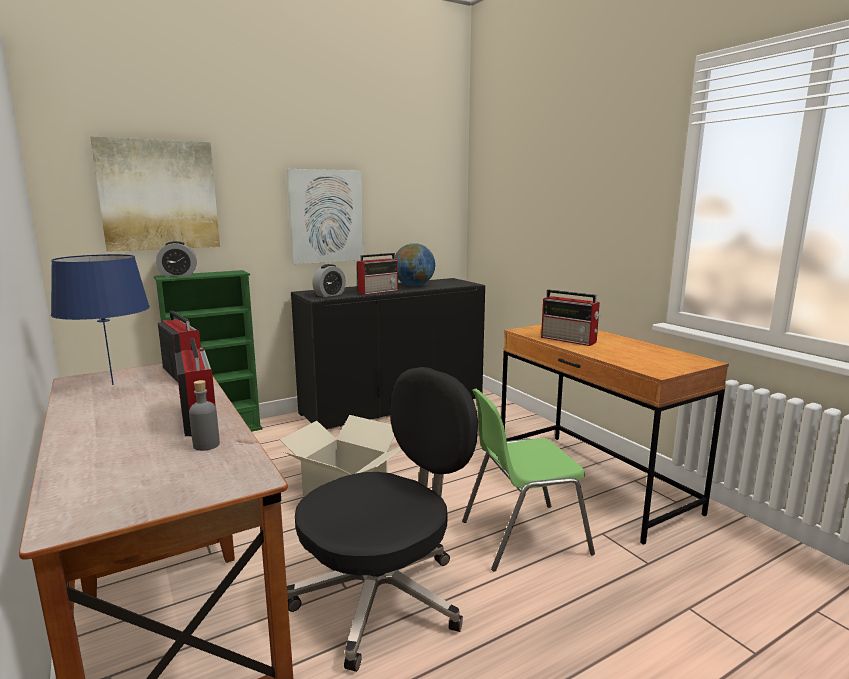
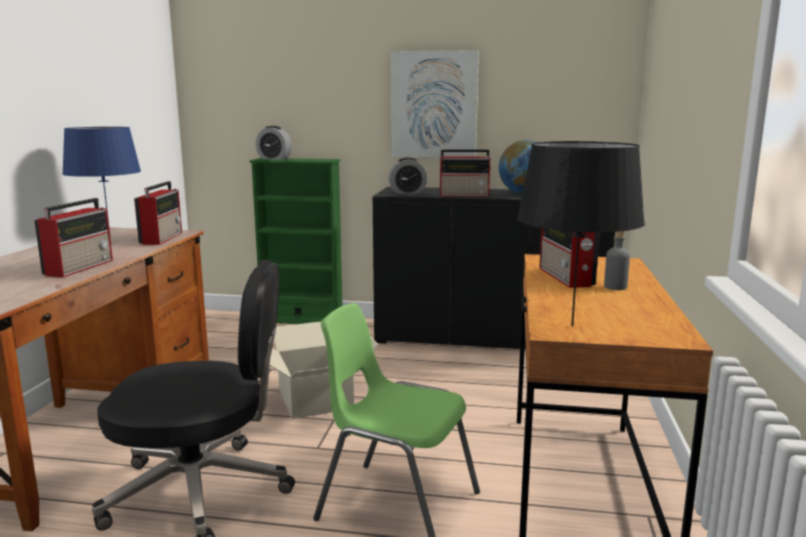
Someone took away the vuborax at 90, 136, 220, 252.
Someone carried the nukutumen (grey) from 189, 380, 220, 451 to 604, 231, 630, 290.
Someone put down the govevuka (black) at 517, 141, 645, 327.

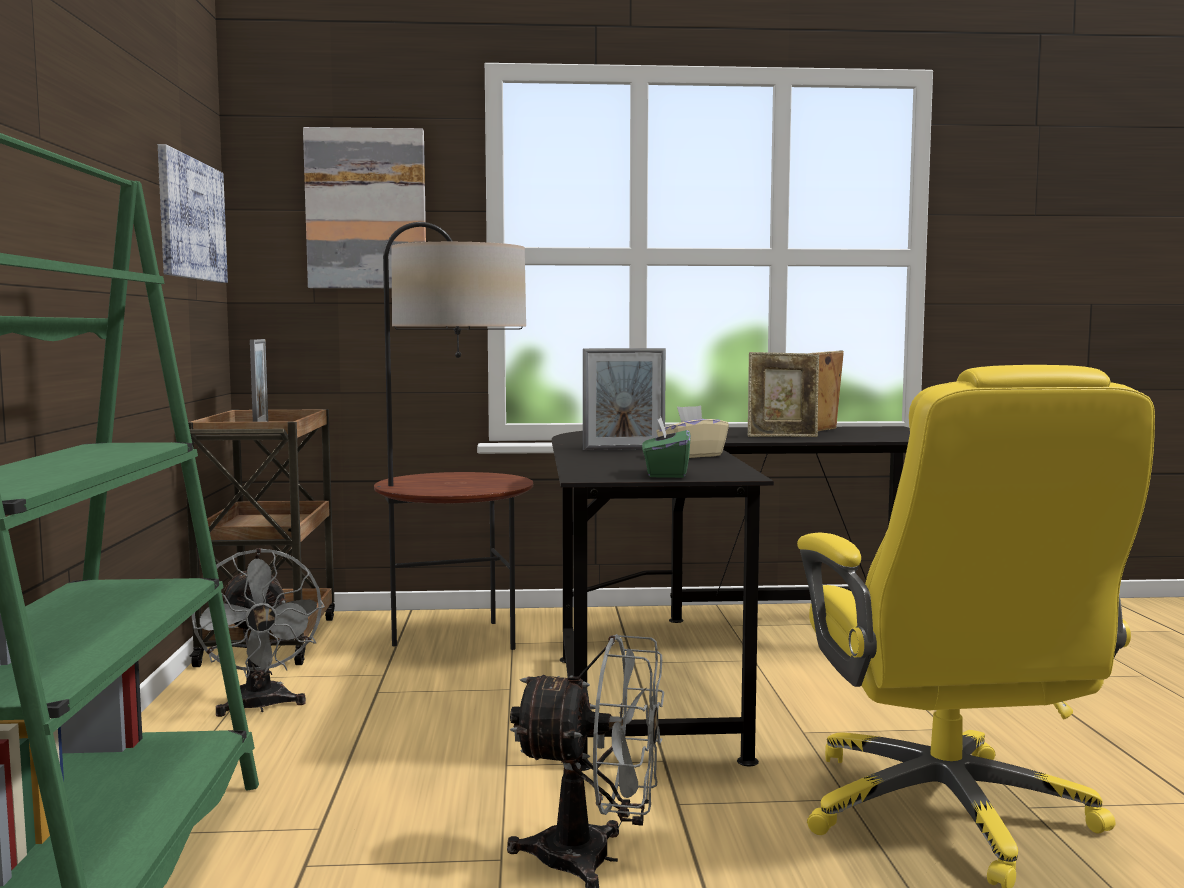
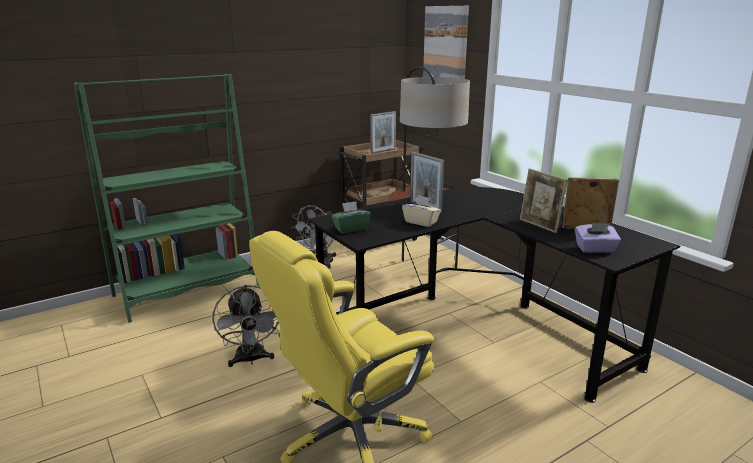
Someone took away the vuborax at 158, 144, 228, 283.
Someone put down the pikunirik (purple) at 575, 223, 621, 253.

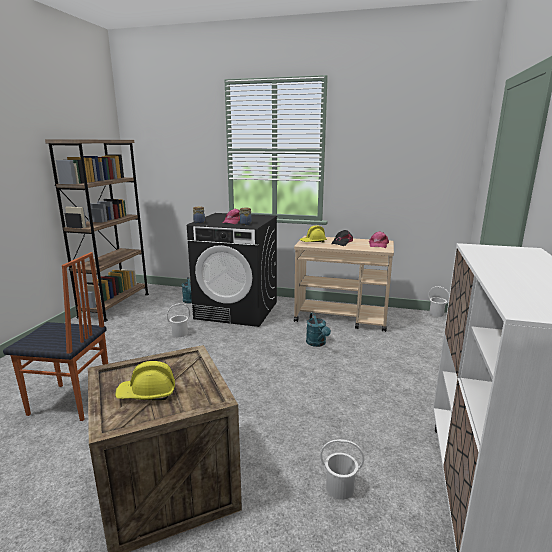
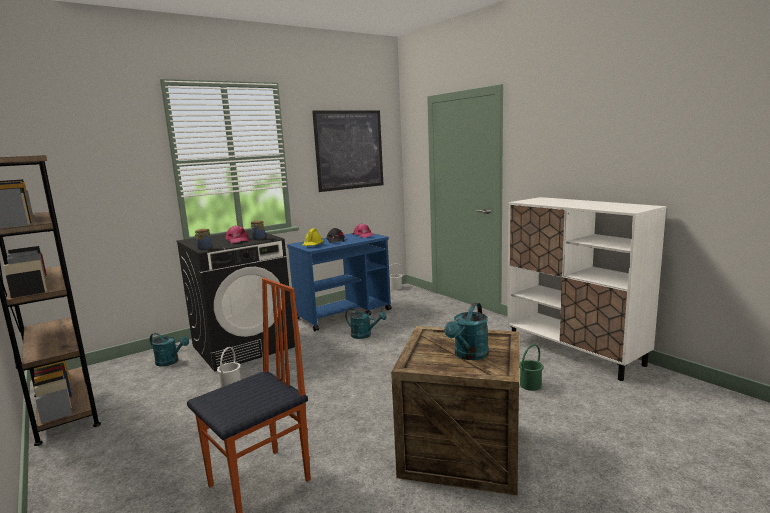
Someone swapped the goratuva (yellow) at 115, 361, 175, 401 for the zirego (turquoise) at 444, 303, 489, 360.
Someone repainted the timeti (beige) at 294, 236, 394, 332, which became the timeti (blue) at 287, 233, 392, 331.
Someone repainted the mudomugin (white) at 320, 439, 364, 500, which became the mudomugin (green) at 519, 344, 544, 391.
Someone put up the vuborax at 312, 110, 383, 192.

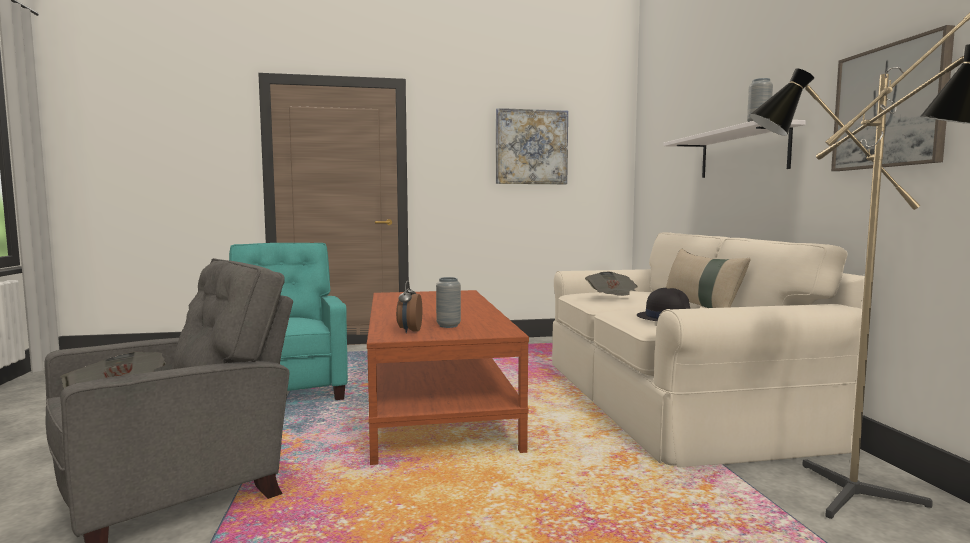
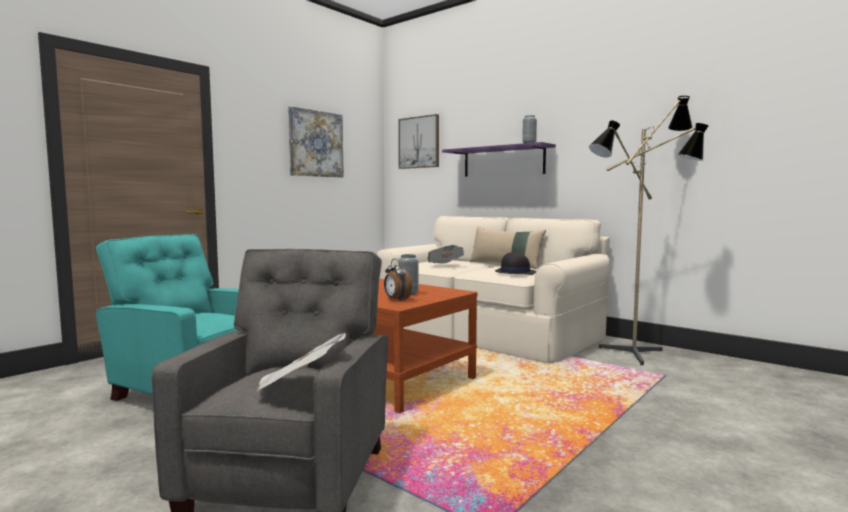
Someone repainted the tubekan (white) at 663, 120, 806, 178, which became the tubekan (purple) at 442, 142, 556, 177.
Someone carried the vuborax from 831, 25, 955, 171 to 398, 114, 439, 169.

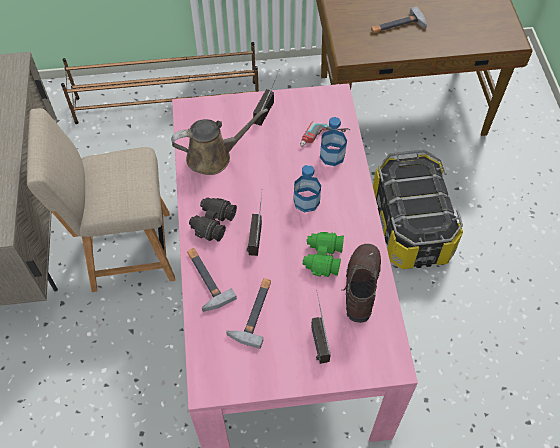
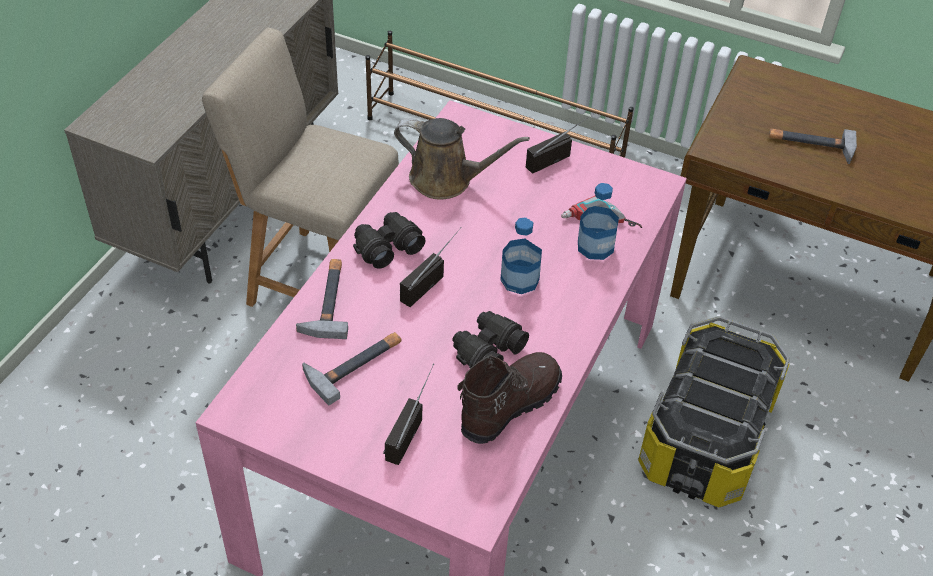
Someone repainted the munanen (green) at 302, 232, 344, 277, which became the munanen (black) at 452, 311, 529, 368.

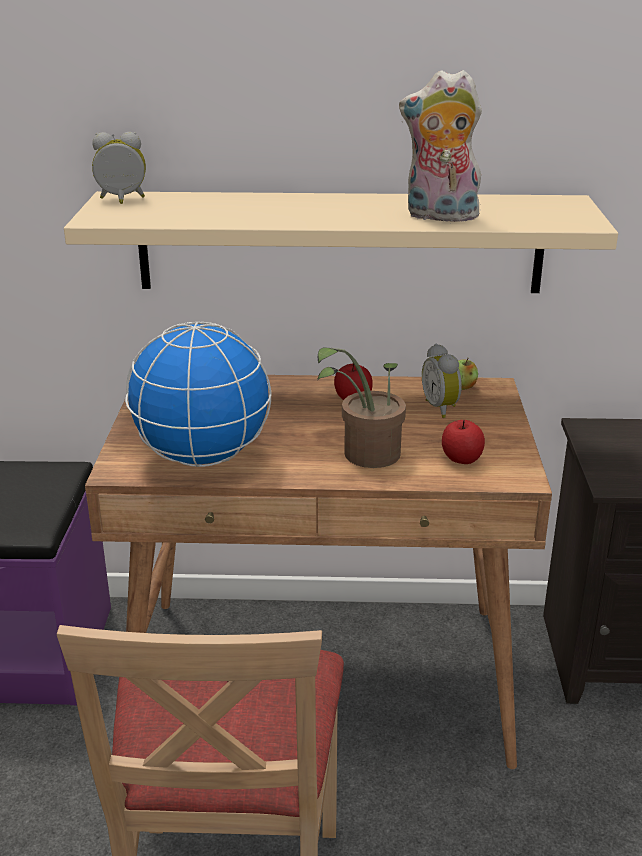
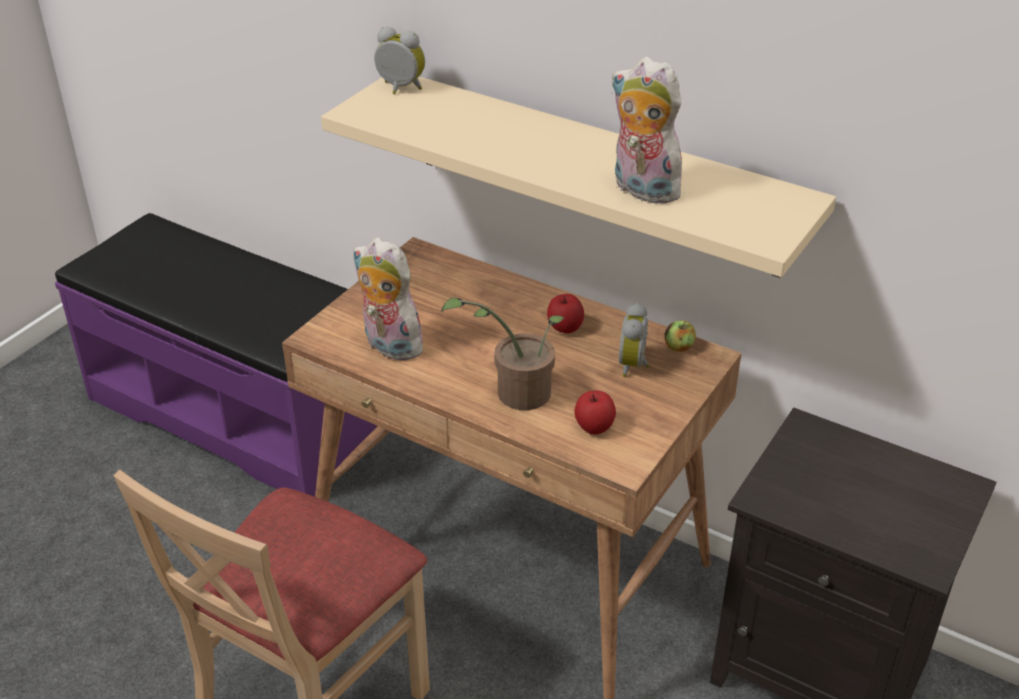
Someone swapped the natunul at 125, 322, 272, 467 for the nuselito at 353, 238, 426, 361.

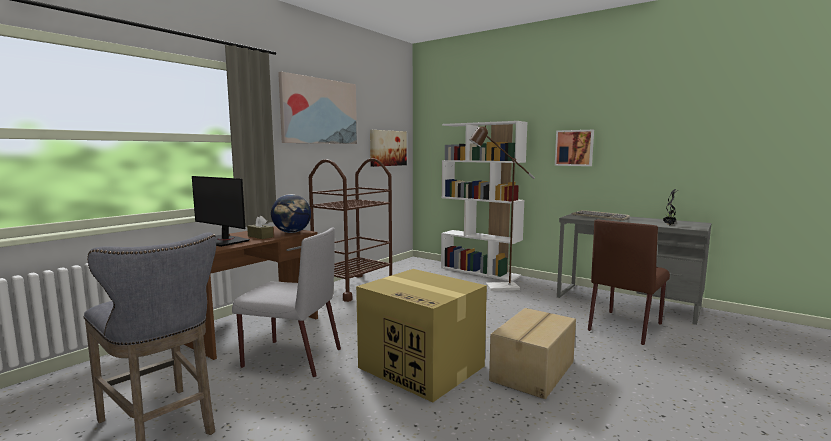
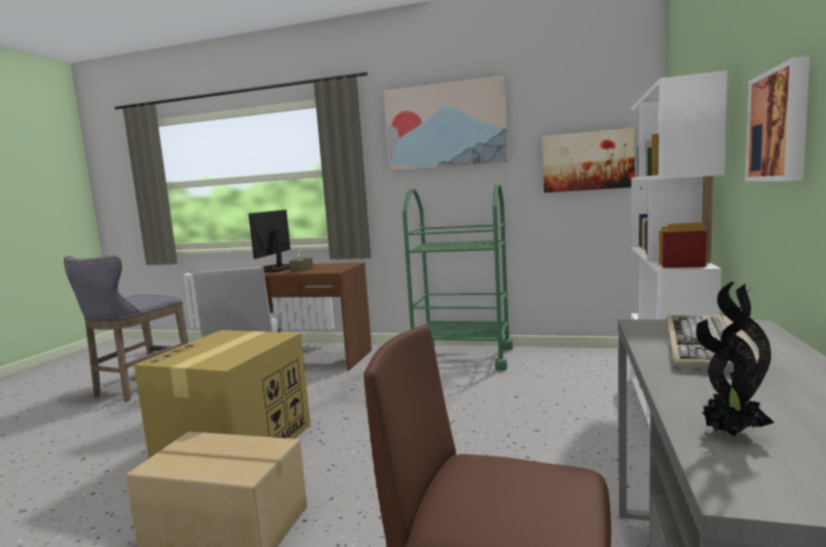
Someone took away the natunul at 271, 194, 311, 233.
Someone repainted the timeti (brown) at 309, 158, 392, 302, which became the timeti (green) at 403, 182, 513, 371.
Someone took away the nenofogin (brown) at 470, 125, 535, 291.

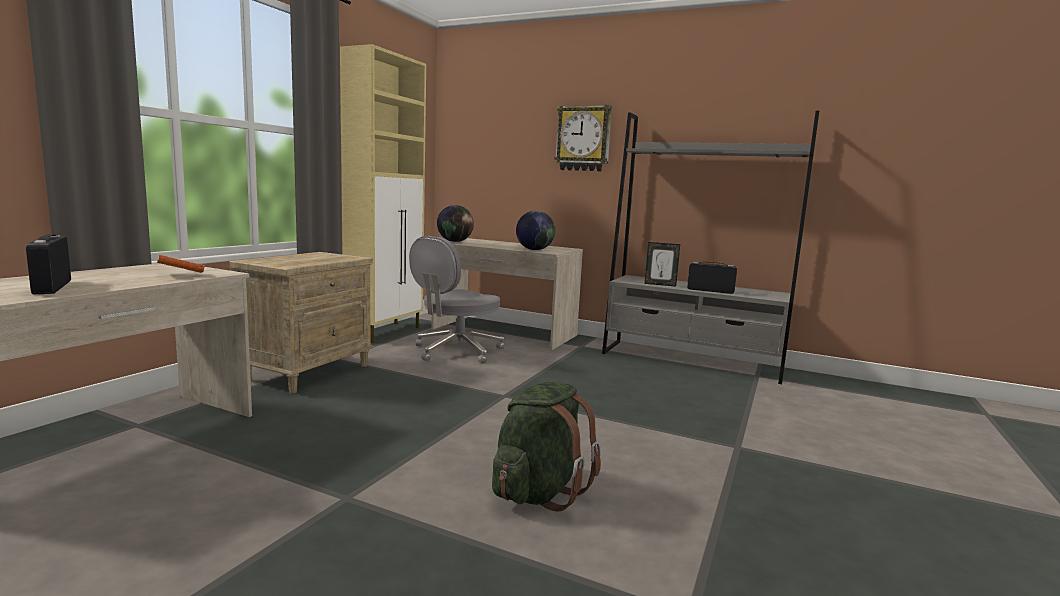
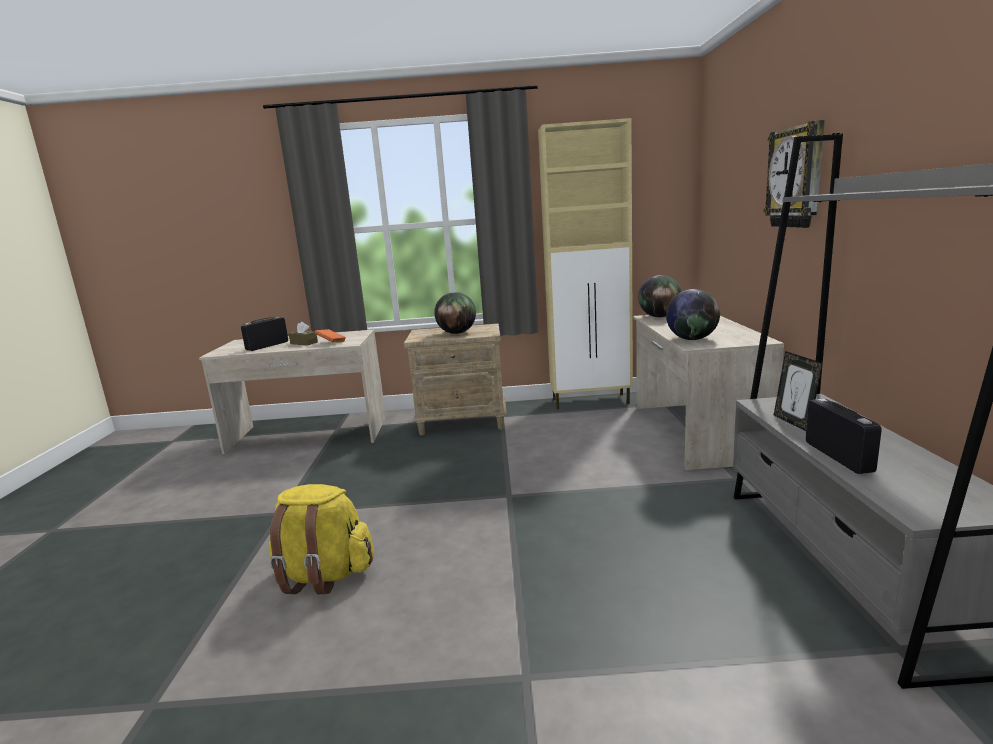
Someone took away the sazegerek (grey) at 409, 236, 505, 364.
Someone repainted the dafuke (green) at 492, 382, 601, 512, which became the dafuke (yellow) at 269, 484, 374, 594.
Someone put down the pikunirik (brown) at 289, 322, 318, 346.
Someone put down the natunul at 434, 292, 476, 334.

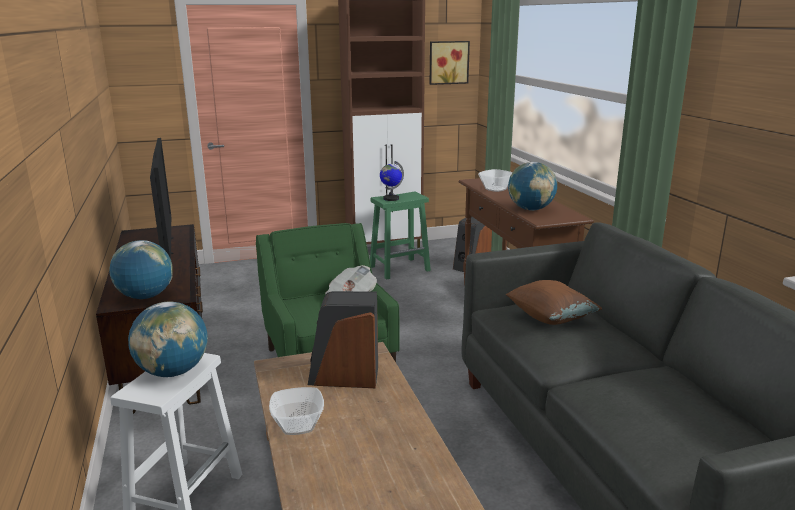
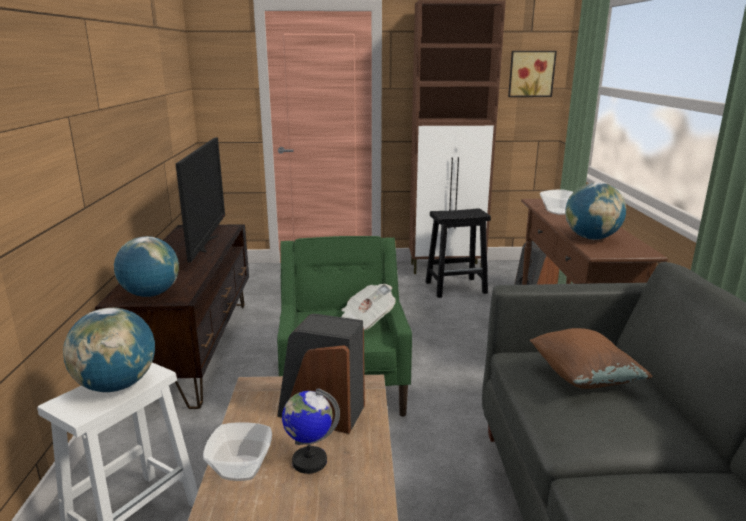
Someone repainted the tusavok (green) at 370, 192, 431, 280, which became the tusavok (black) at 425, 208, 491, 298.
Someone carried the natunul from 380, 161, 404, 201 to 282, 388, 340, 474.

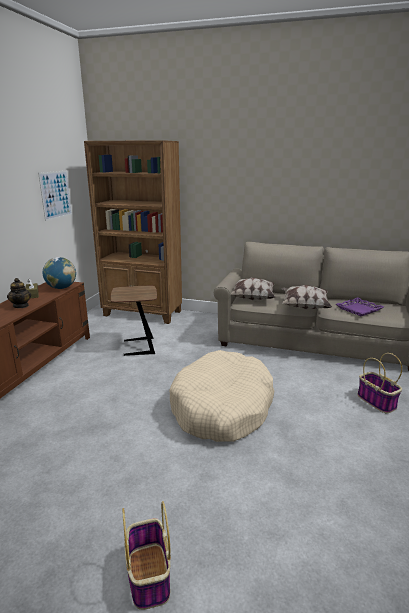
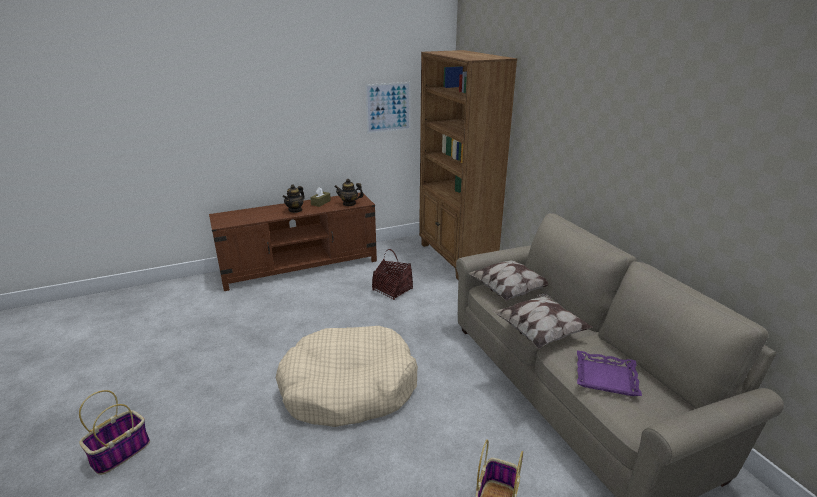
Someone swapped the natunul at 43, 257, 76, 289 for the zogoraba at 334, 179, 364, 206.
Someone swapped the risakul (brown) at 111, 286, 157, 356 for the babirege at 372, 249, 413, 300.

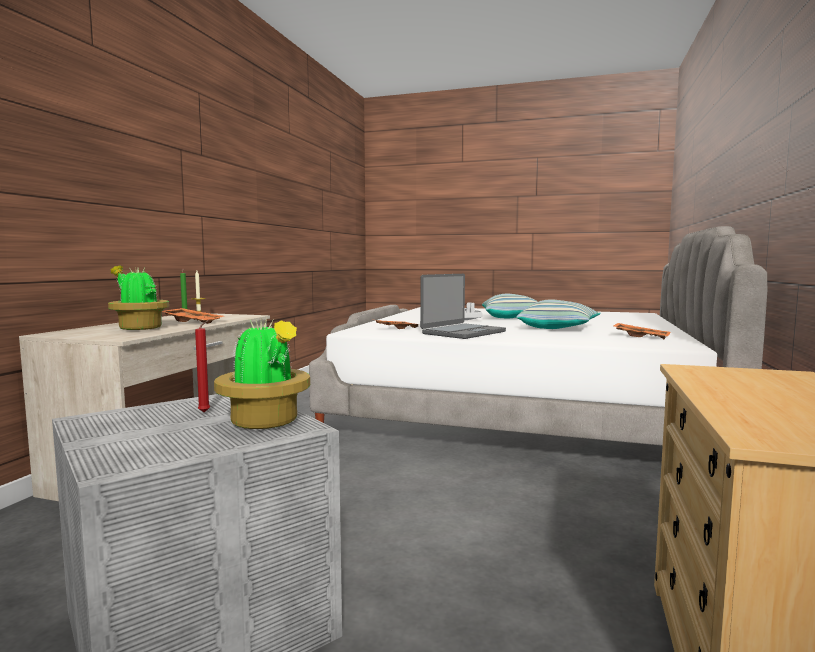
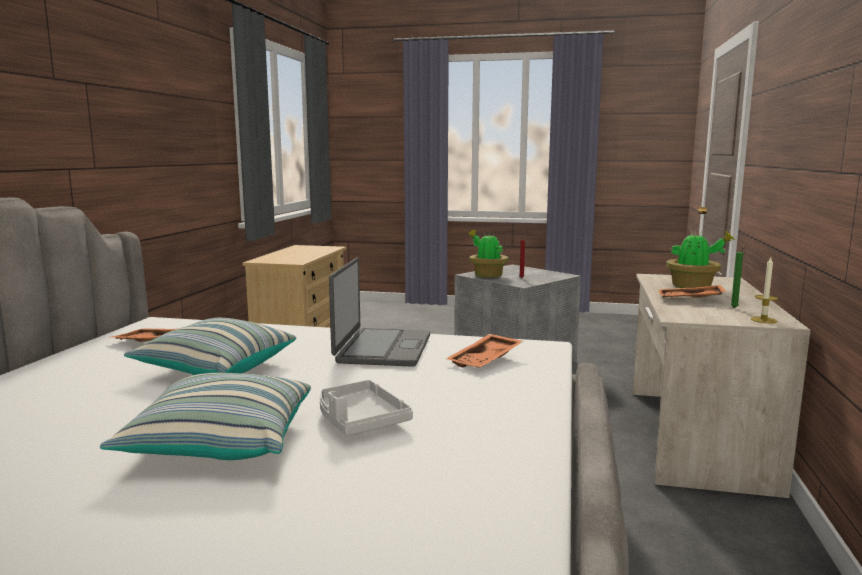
Someone rotated the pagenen at 420, 274, 506, 339 by 150 degrees clockwise.

